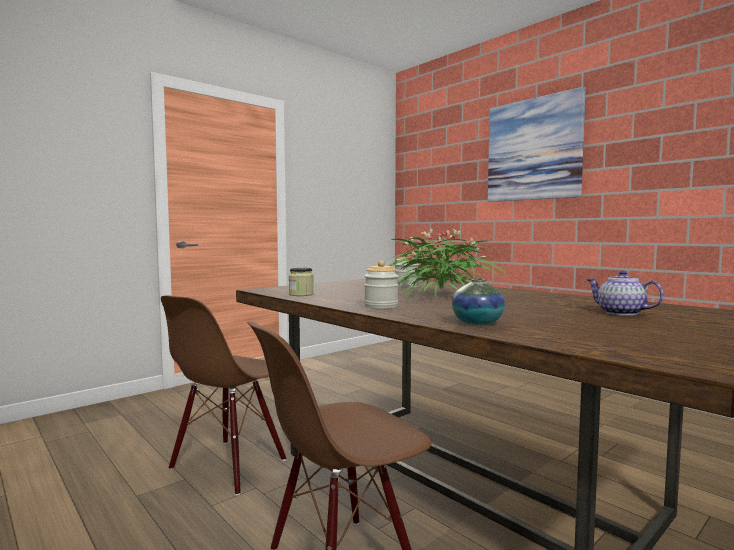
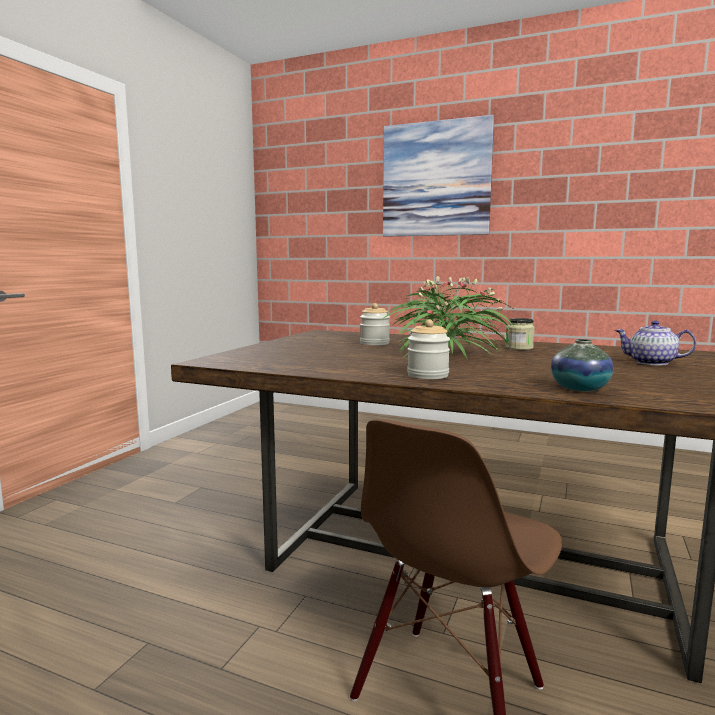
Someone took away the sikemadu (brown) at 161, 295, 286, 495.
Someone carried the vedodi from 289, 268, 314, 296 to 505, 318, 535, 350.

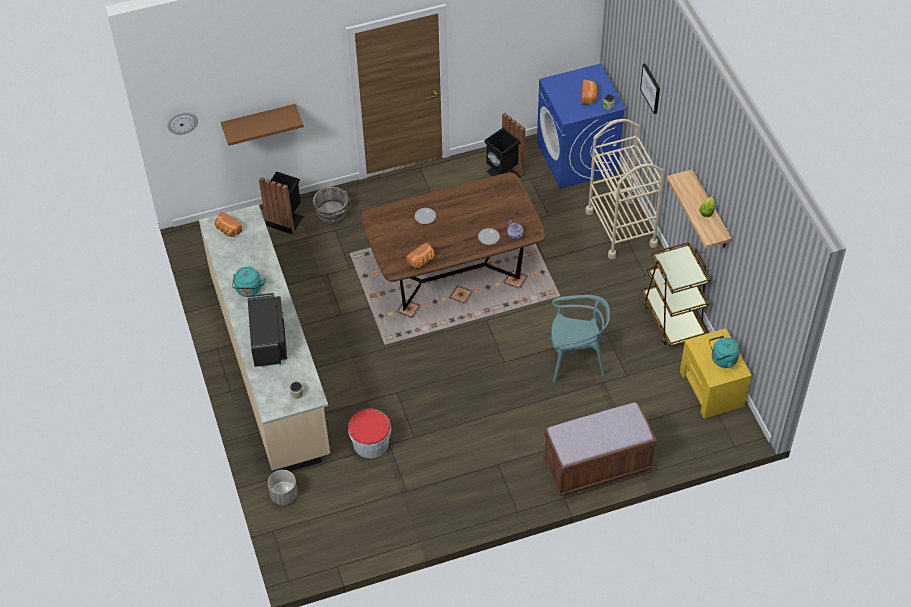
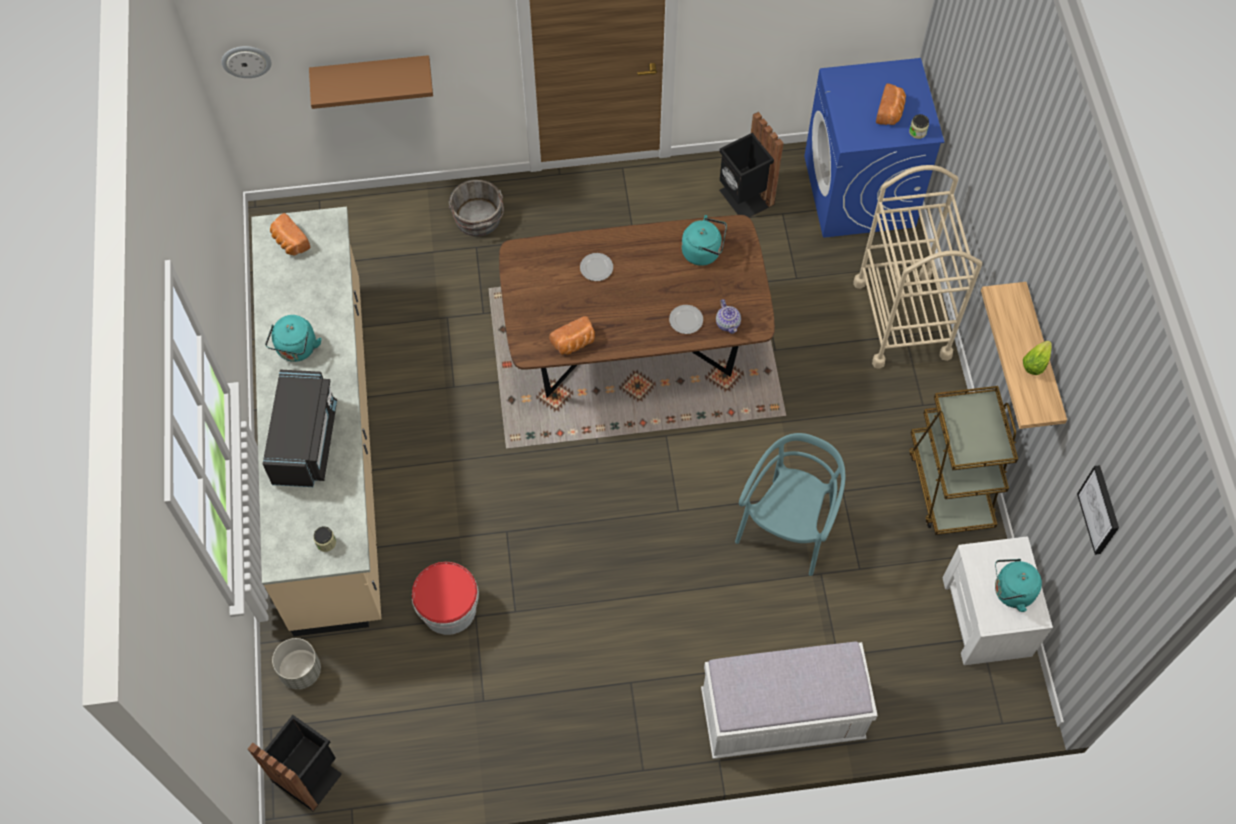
Someone carried the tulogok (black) from 259, 171, 304, 235 to 248, 715, 342, 811.
Someone repainted the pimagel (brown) at 543, 402, 657, 496, which became the pimagel (white) at 701, 642, 878, 759.
Someone rotated the sikemadu (turquoise) at 550, 295, 610, 382 by 75 degrees counterclockwise.
Someone carried the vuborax from 640, 63, 660, 114 to 1077, 465, 1119, 555.
Someone repainted the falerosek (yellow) at 680, 328, 752, 418, which became the falerosek (white) at 943, 536, 1053, 665.
Someone put down the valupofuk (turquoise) at 682, 215, 727, 266.

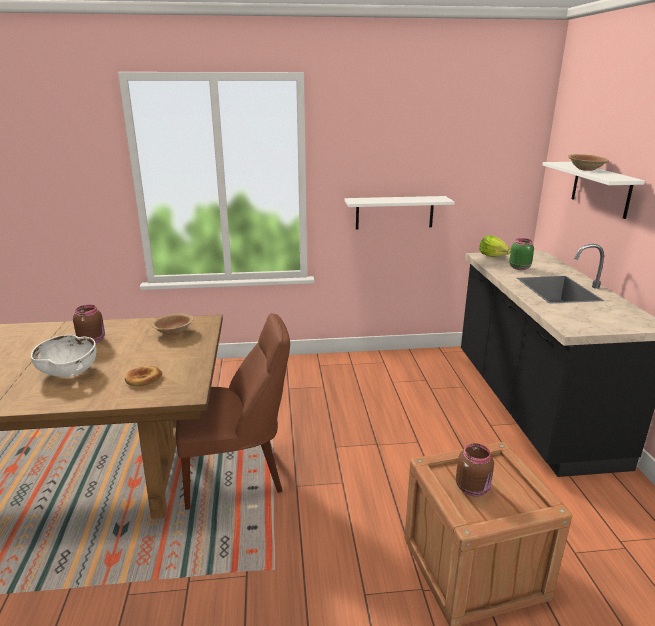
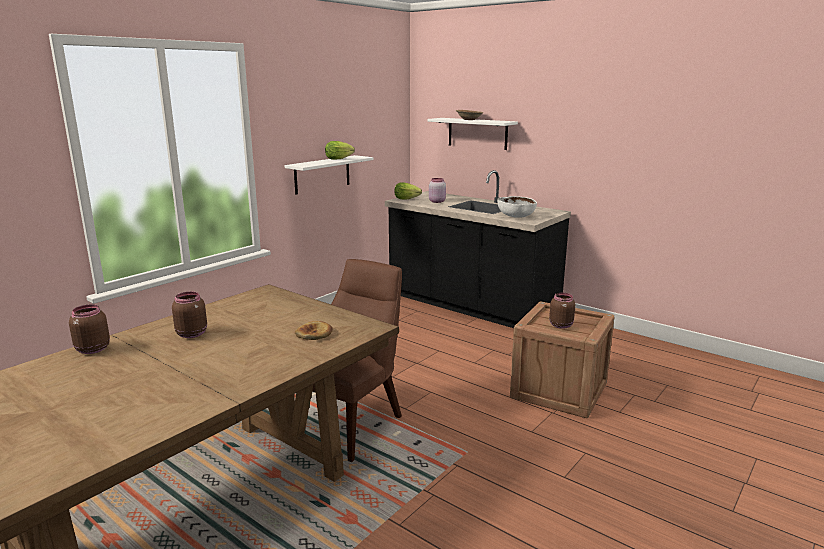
Someone carried the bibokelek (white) from 31, 335, 96, 377 to 497, 196, 537, 218.
Someone took away the bibokelek (brown) at 151, 314, 194, 336.
Someone repainted the vedodi (green) at 509, 238, 534, 270, which became the vedodi (pink) at 429, 178, 446, 203.
Someone put down the vedodi (brown) at 69, 304, 110, 354.
Someone put down the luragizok at 325, 141, 355, 160.

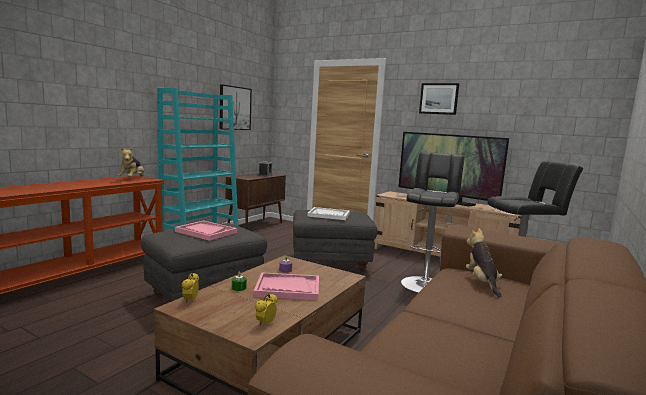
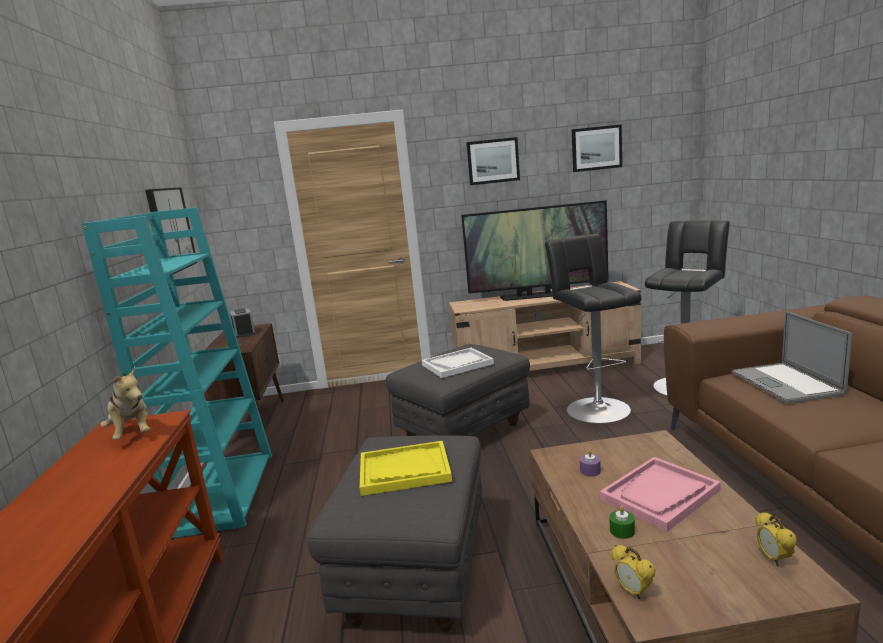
Someone repainted the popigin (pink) at 175, 221, 237, 241, which became the popigin (yellow) at 360, 441, 452, 496.
Someone swapped the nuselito at 466, 228, 503, 298 for the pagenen at 731, 311, 852, 403.
Someone put up the vuborax at 572, 124, 622, 172.

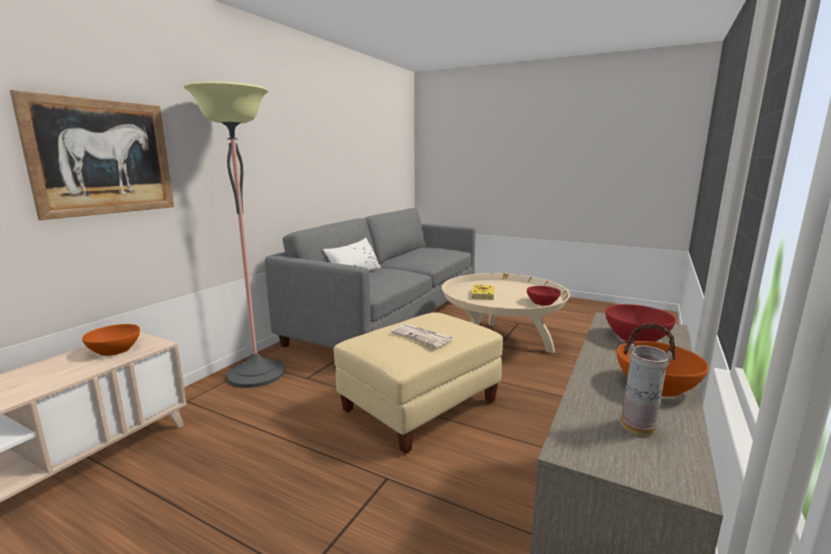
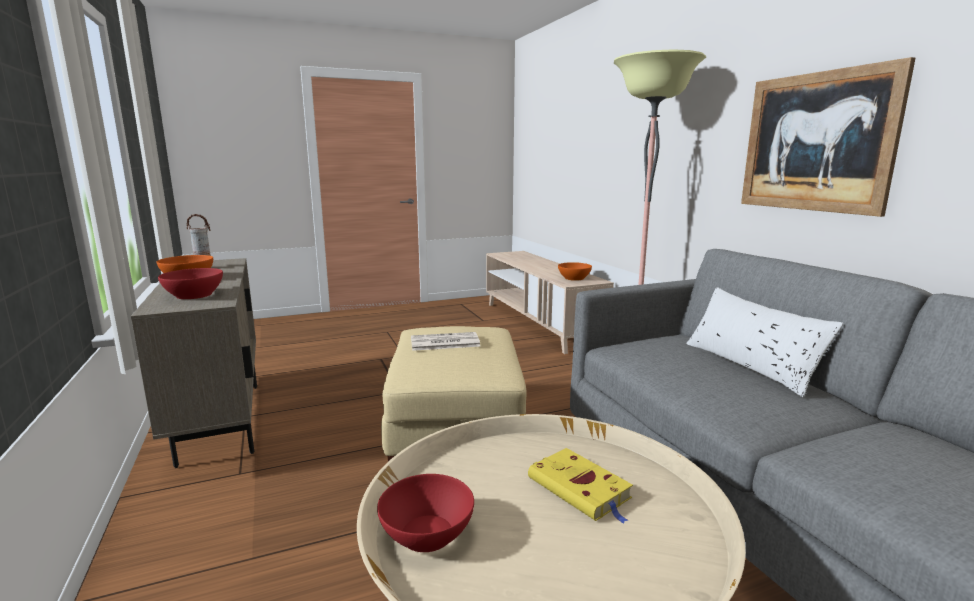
Someone carried the vuborax from 10, 90, 174, 220 to 741, 57, 915, 217.

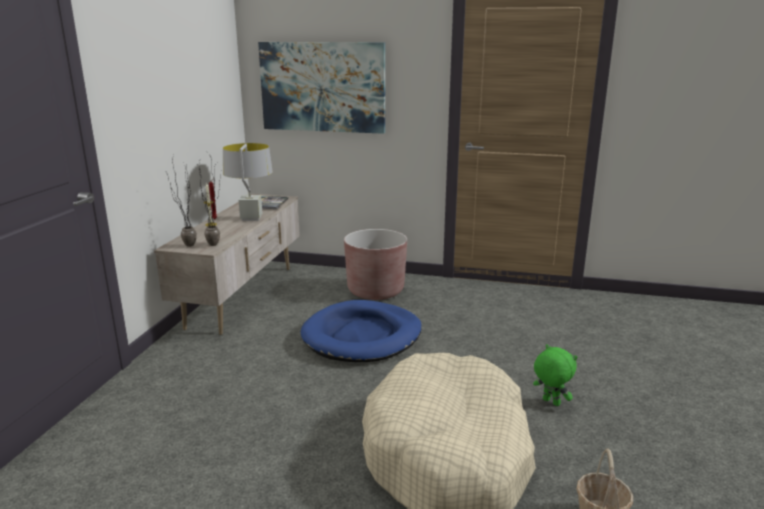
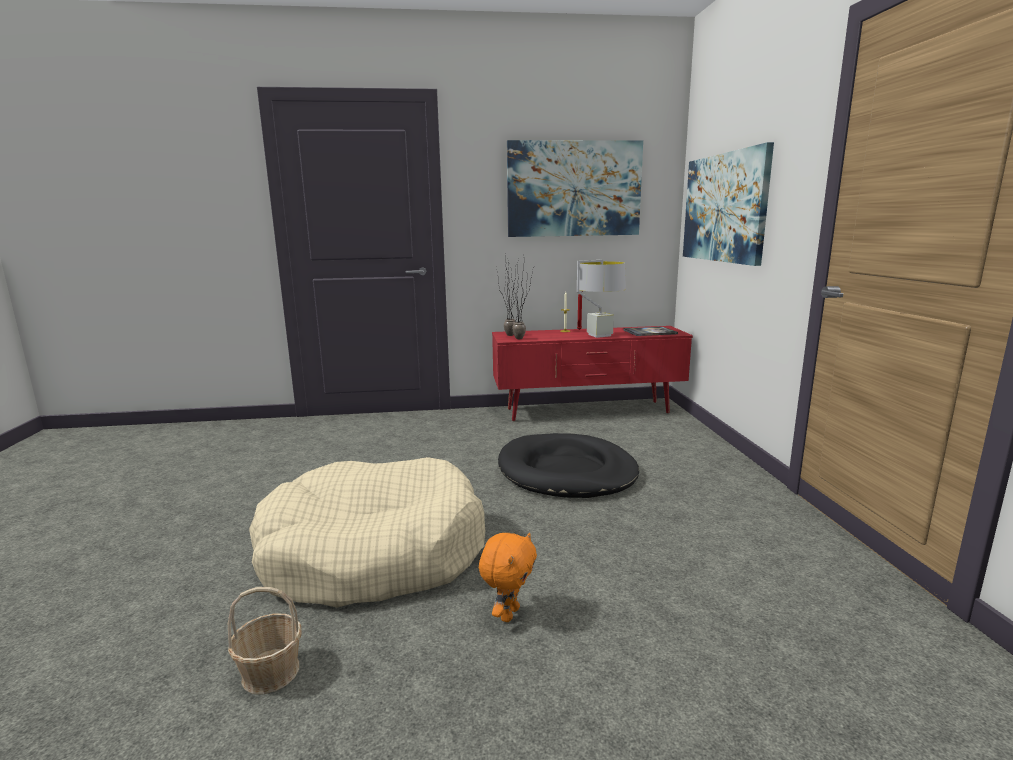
Someone repainted the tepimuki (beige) at 154, 194, 300, 335, which became the tepimuki (red) at 492, 326, 693, 421.
Someone repainted the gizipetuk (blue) at 301, 300, 422, 362, which became the gizipetuk (black) at 498, 433, 639, 498.
Someone took away the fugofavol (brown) at 344, 229, 407, 300.
Someone repainted the nuselito (green) at 533, 344, 577, 406, which became the nuselito (orange) at 479, 532, 537, 622.
Someone put up the vuborax at 507, 140, 643, 237.

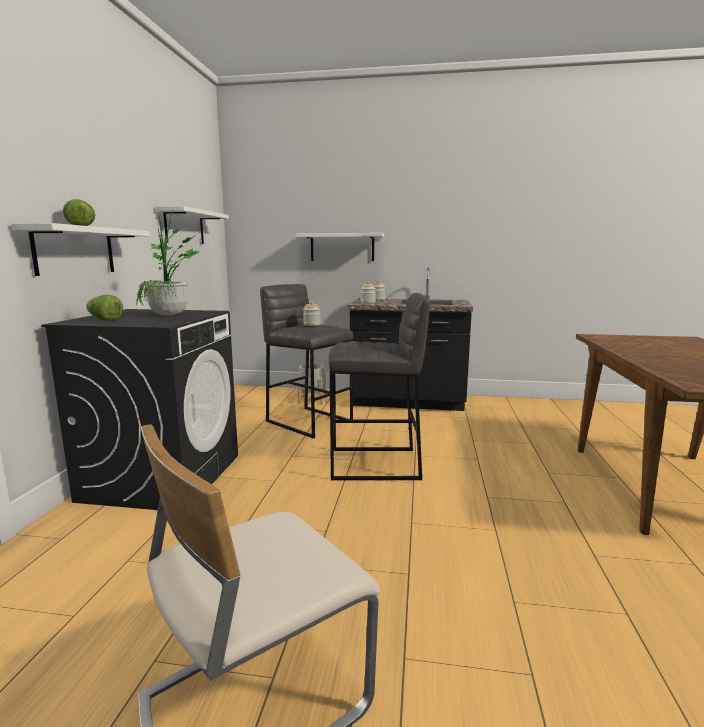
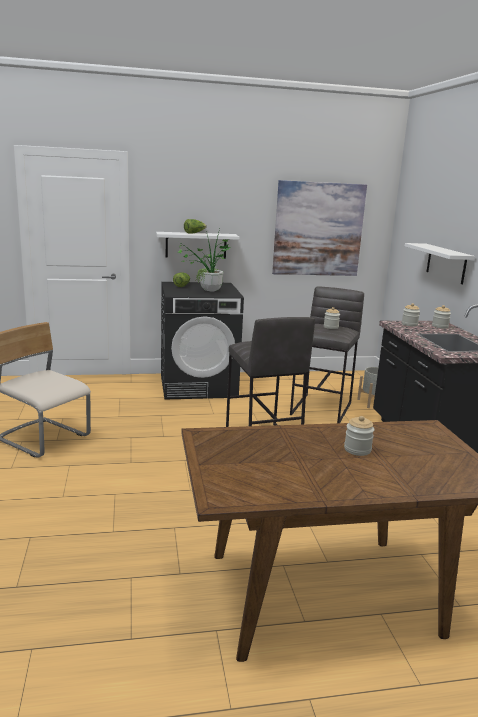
Someone swapped the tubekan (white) at 156, 206, 229, 244 for the vuborax at 272, 180, 367, 276.
Someone put down the vedodi at 344, 416, 375, 456.

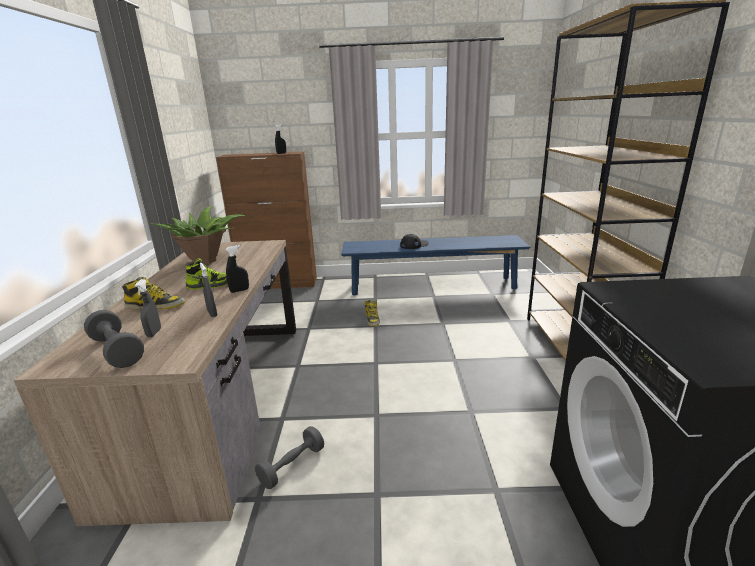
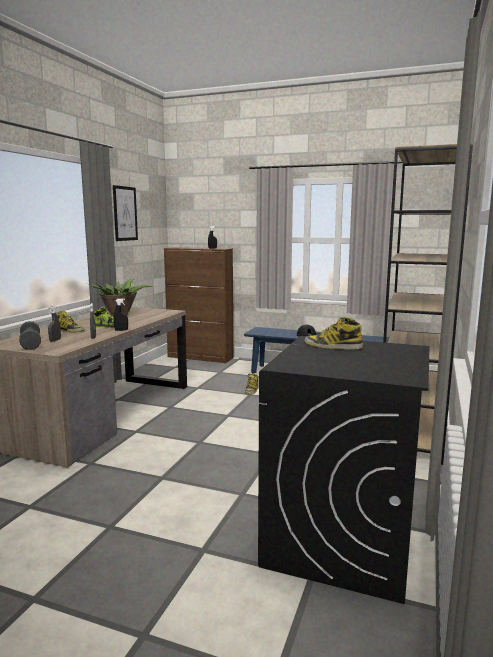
Someone took away the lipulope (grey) at 255, 426, 324, 489.
Someone put up the vuborax at 113, 185, 138, 241.
Someone put down the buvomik at 304, 317, 363, 350.

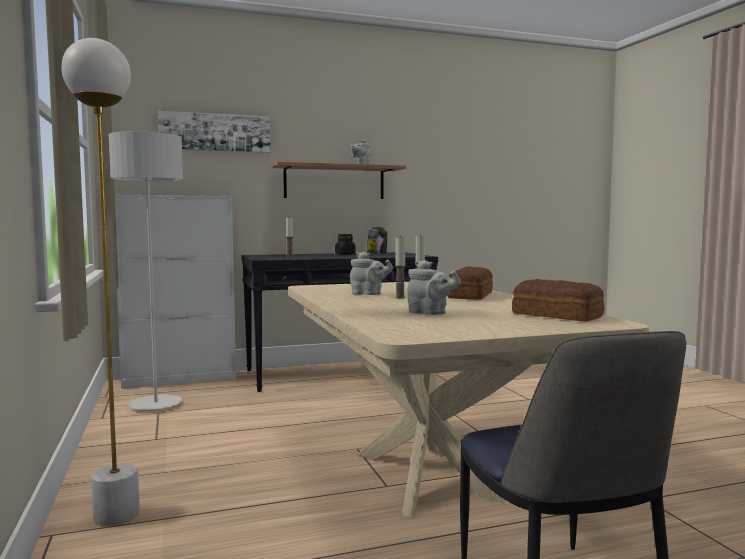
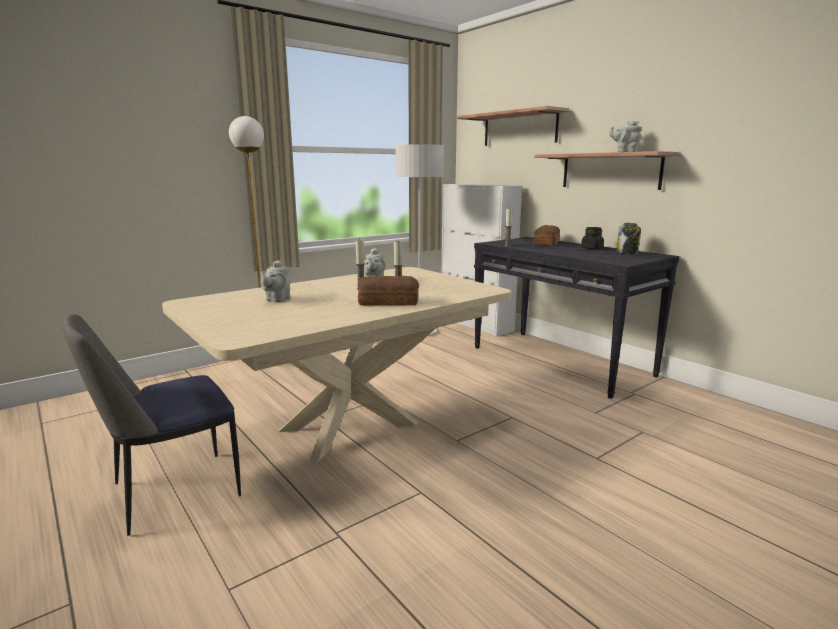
Someone swapped the vuborax at 158, 111, 270, 153 for the tubekan at 457, 106, 569, 146.
Someone carried the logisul from 512, 279, 604, 322 to 533, 225, 560, 246.

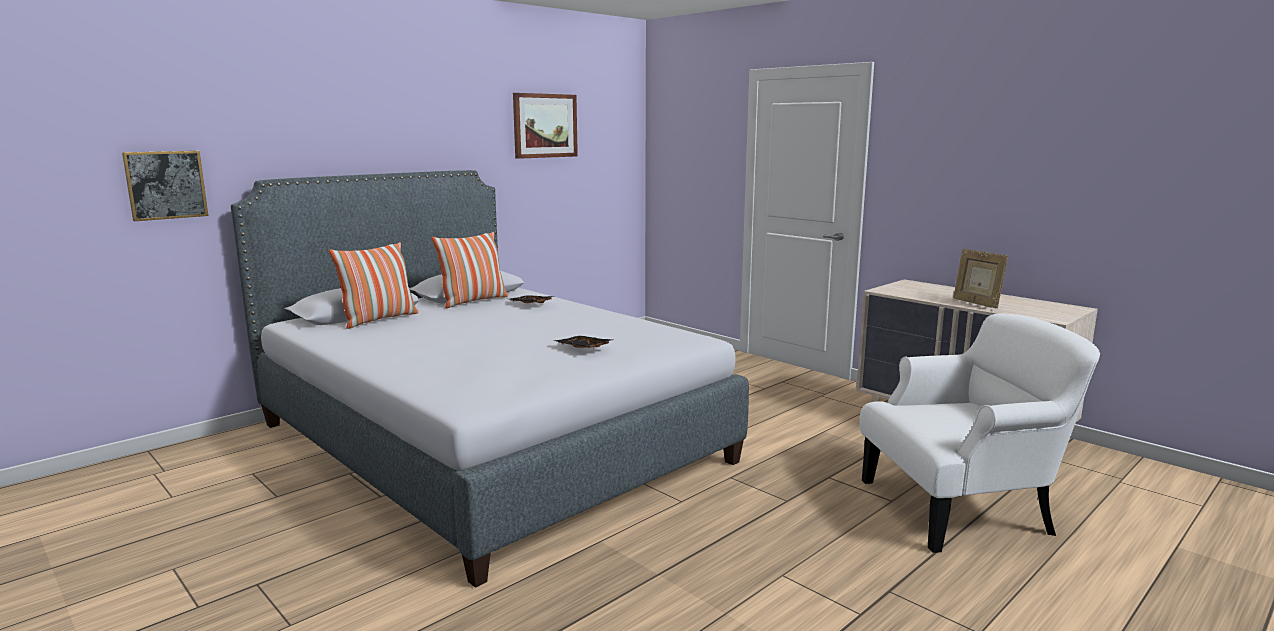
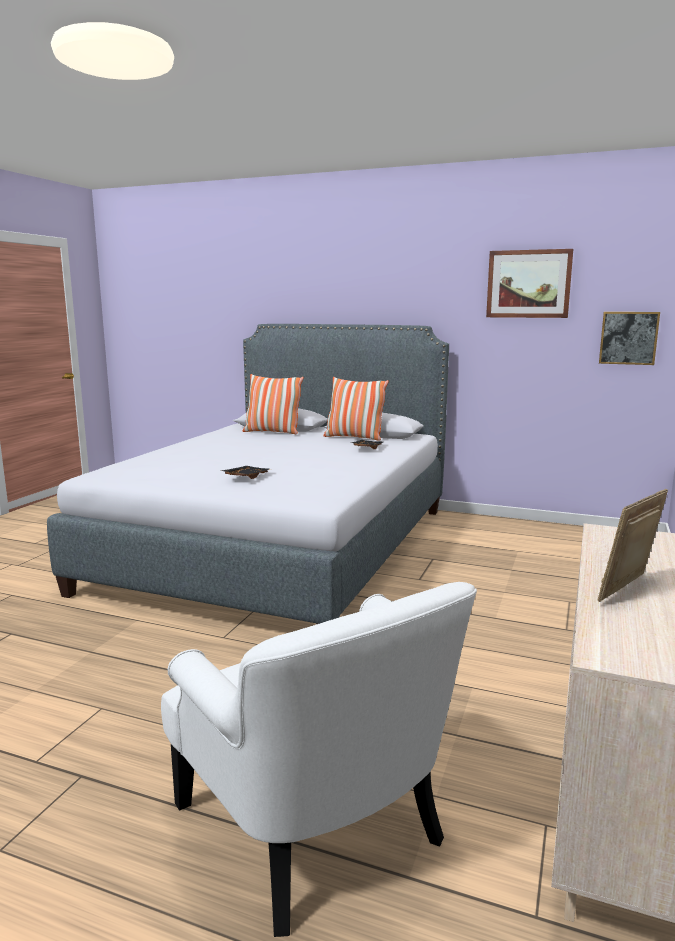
Someone carried the vuborax from 122, 151, 208, 221 to 599, 312, 660, 365.

